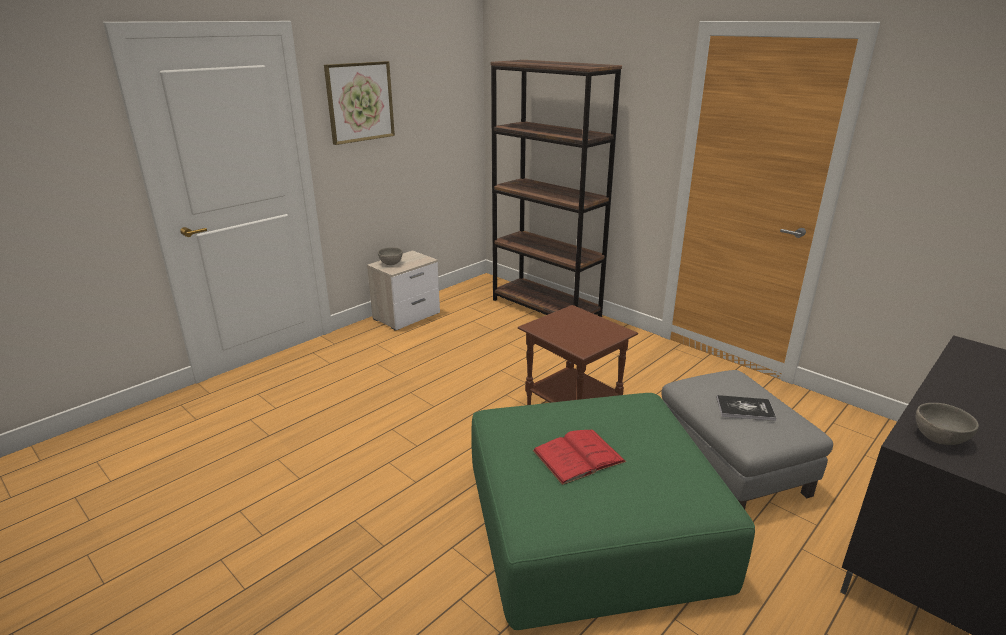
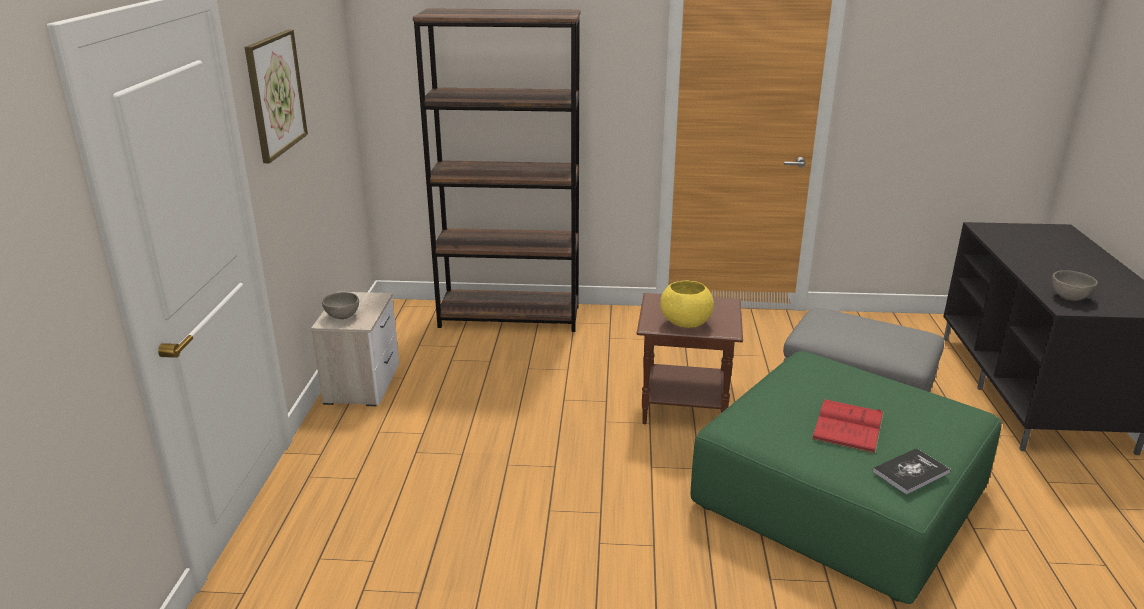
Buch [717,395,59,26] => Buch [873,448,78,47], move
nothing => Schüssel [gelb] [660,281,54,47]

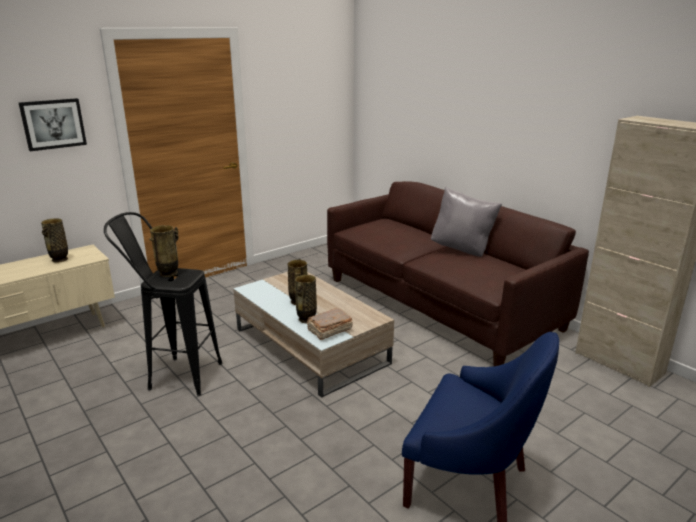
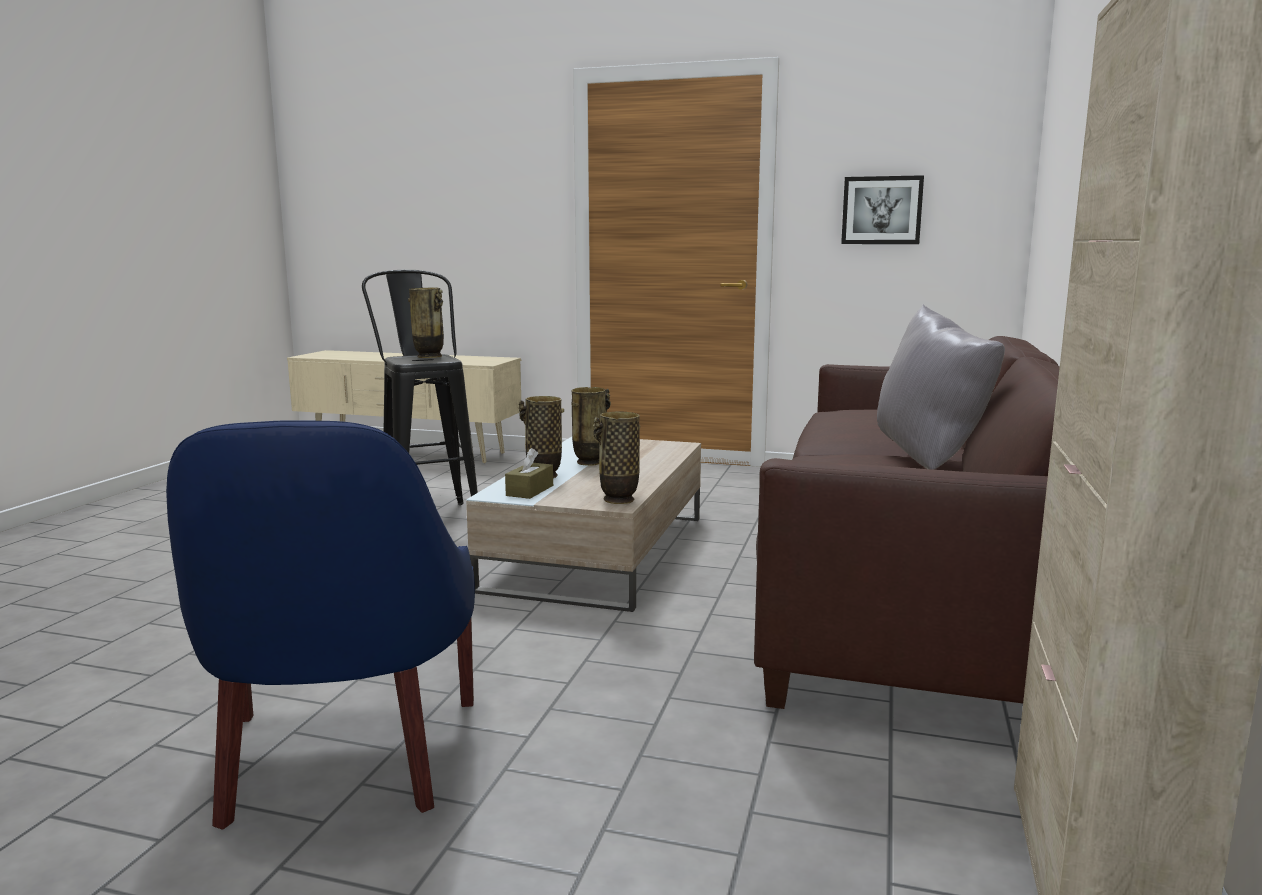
Bild [19,98,68,53] => Bild [841,175,83,69], move
Vase [41,218,27,45] => Vase [593,412,47,92], move
Buch [braun] [307,308,46,32] => Taschentuchbox [braun] [505,448,48,51]

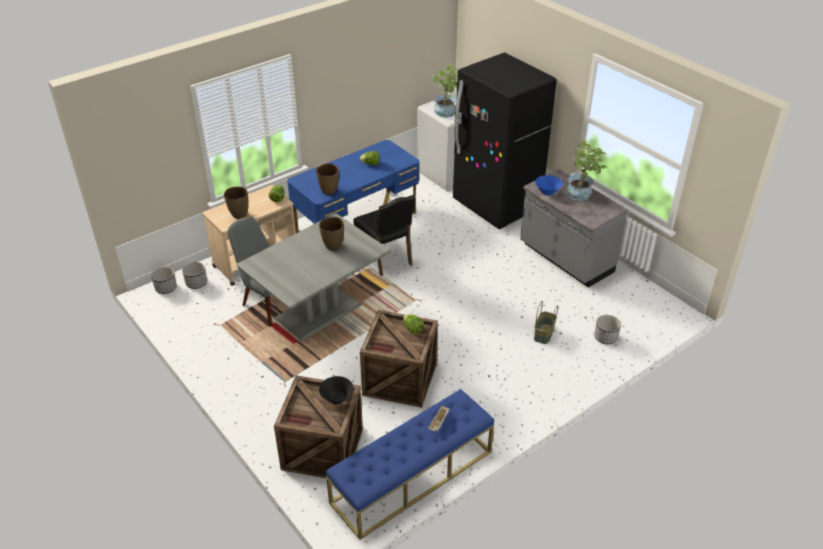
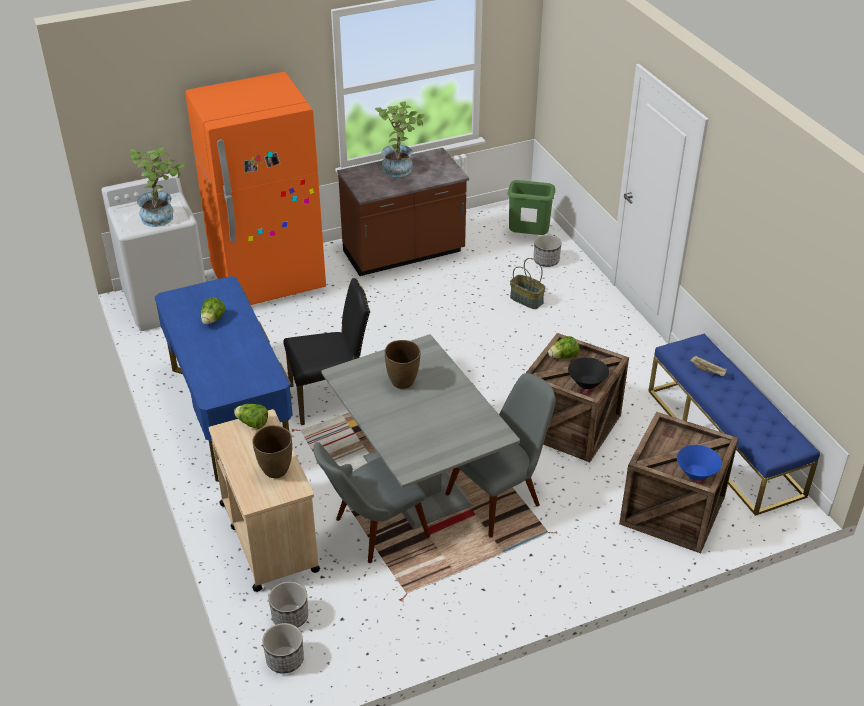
Kühlschrank [schwarz] [453,53,104,176] => Kühlschrank [orange] [185,72,141,233]
Vase [braun] [316,163,23,32] => nothing
Küchenzeile [grau] [520,169,108,119] => Küchenzeile [braun] [337,148,132,128]
Schüssel [blau] [535,175,28,20] => Schüssel [blau] [677,445,45,36], move
Schüssel [schwarz] [319,376,35,28] => Schüssel [schwarz] [568,357,41,32], move
nothing => Mülleimer [grün] [508,180,47,55]
nothing => Stuhl [grau] [445,373,111,165]

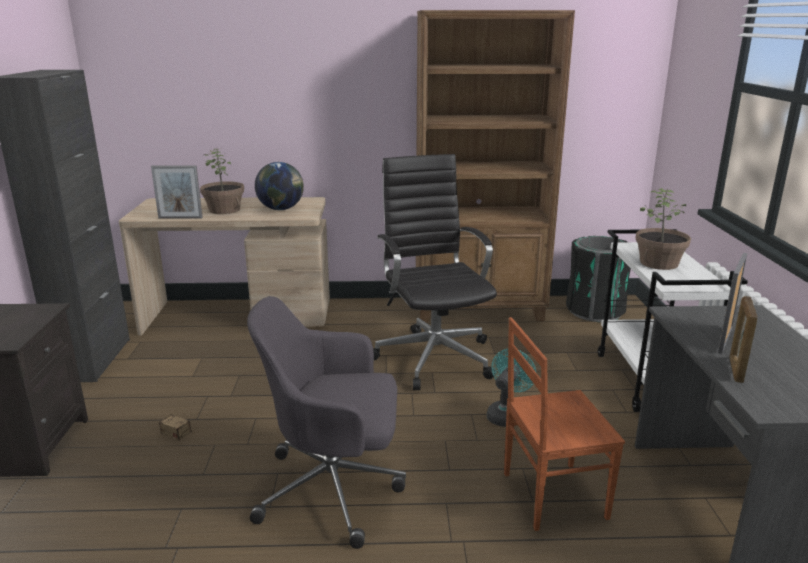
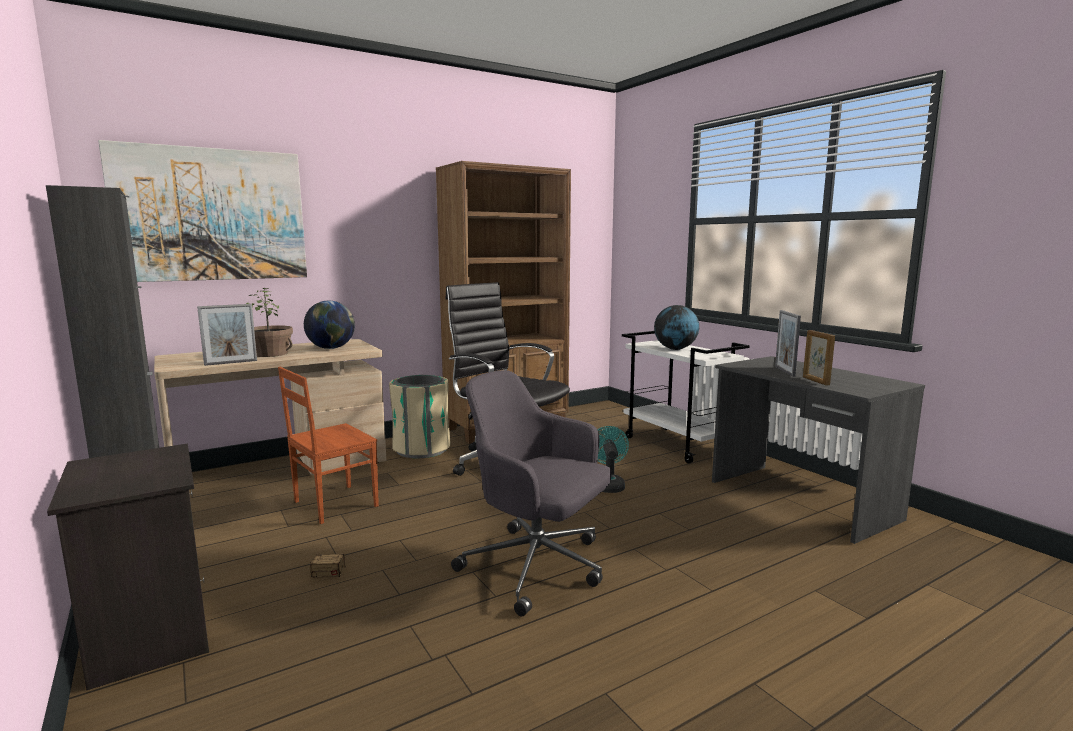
Topfpflanze [635,188,56,82] => Globus [654,305,45,45]
Mülleimer [schwarz] [566,236,65,86] => nothing
Bürostuhl [grau] [247,296,159,253] => Bürostuhl [grau] [451,370,161,247], 60 degrees clockwise
Stuhl [braun] [504,317,121,214] => Stuhl [braun] [278,367,101,157], move
nothing => Bild [98,140,209,142]
nothing => Mülleimer [beige] [389,375,61,83]

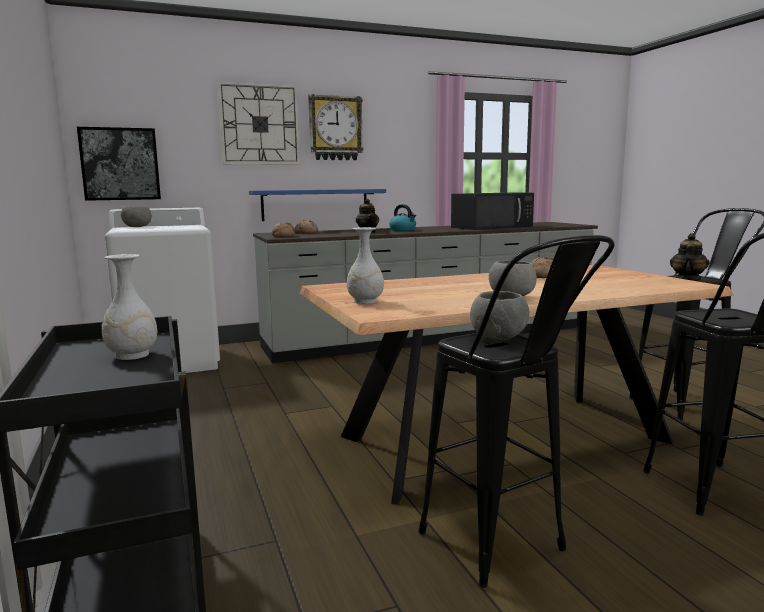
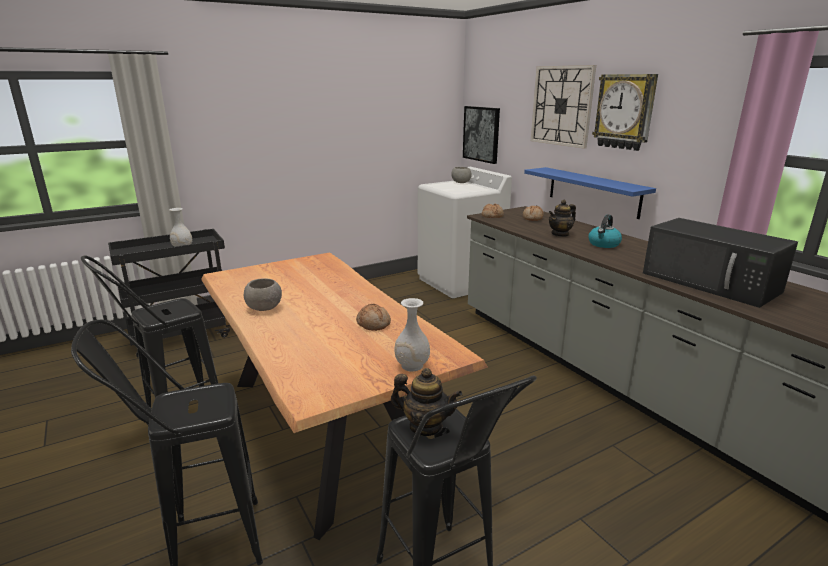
Vase [weiß] [347,227,37,77] => Vase [weiß] [394,298,36,74], move
Schüssel [grau] [470,291,59,49] => nothing

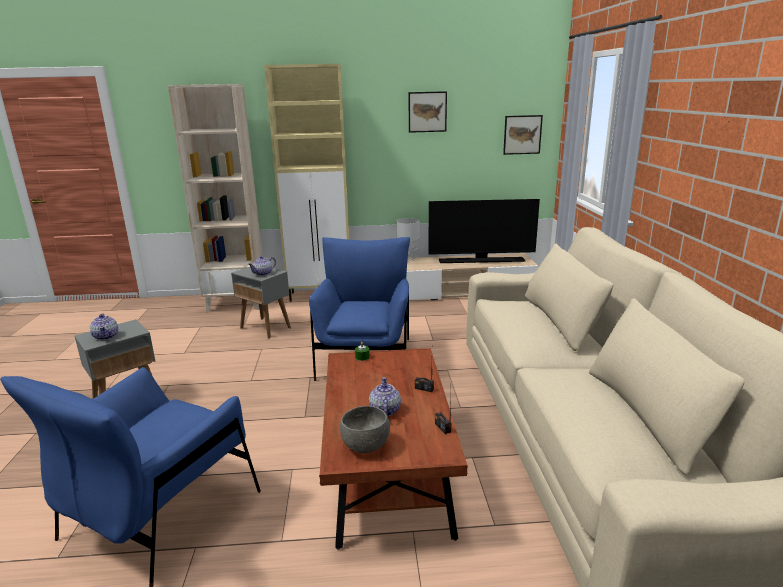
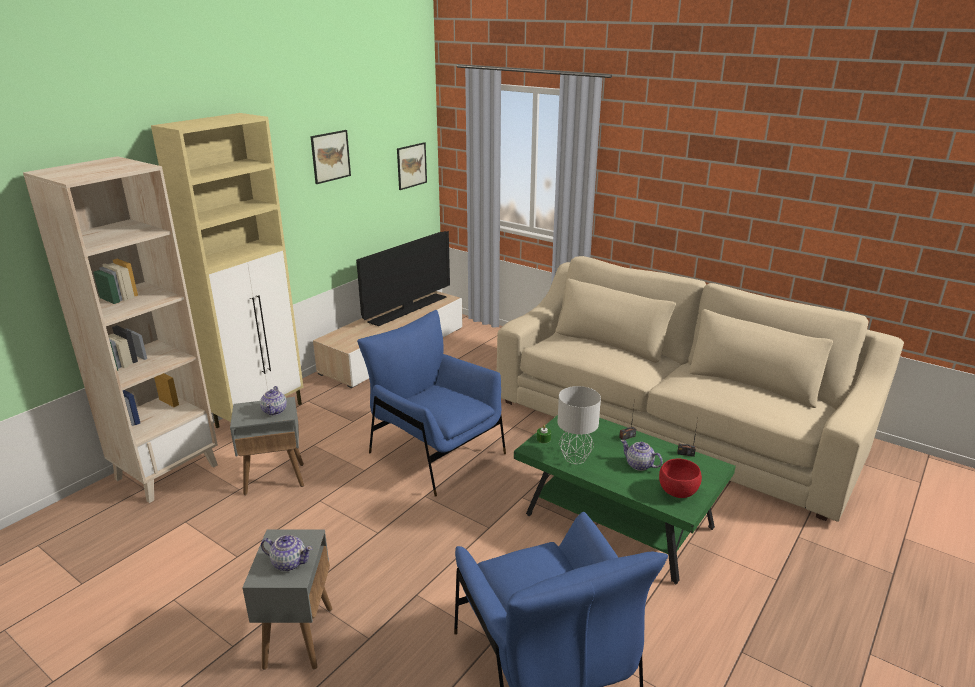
Tischlampe [grau] [397,218,23,44] => Tischlampe [grau] [557,386,44,78], move
Couchtisch [braun] [319,348,149,202] => Couchtisch [grün] [514,415,222,169]
Schüssel [grau] [340,406,50,47] => Schüssel [rot] [659,458,43,40]

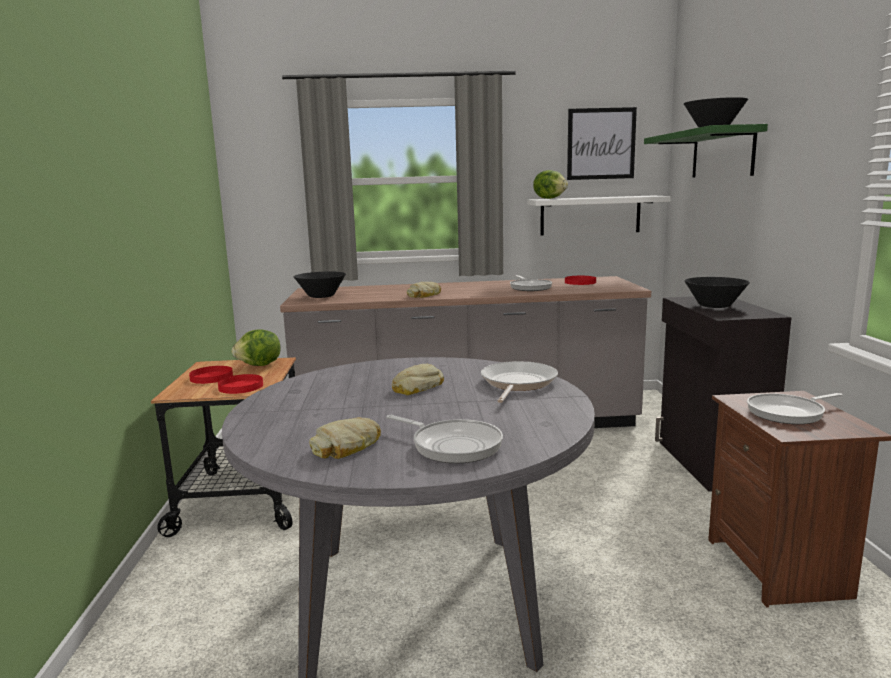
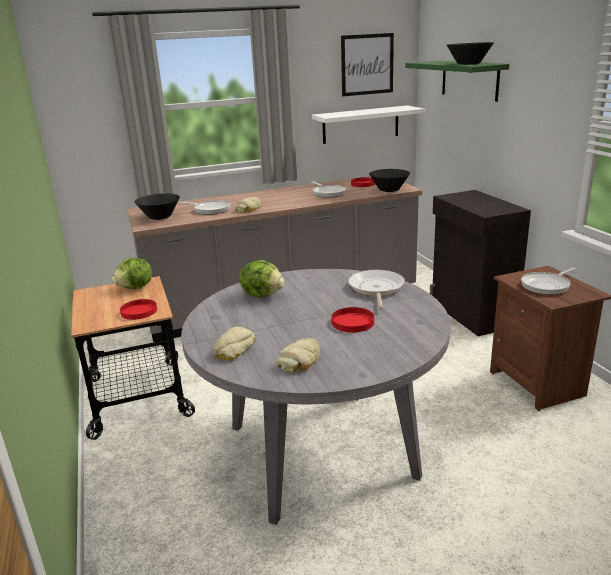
Salatkopf [533,170,35,29] => Salatkopf [239,260,45,37], move
Schüssel [schwarz] [684,277,66,31] => Schüssel [schwarz] [369,169,41,23], move
Brot [392,364,52,31] => Brot [214,327,41,34], move
Teller [rot] [189,366,44,18] => Teller [rot] [331,307,43,26], move
Pfanne [386,415,117,48] => Pfanne [180,200,51,14], move

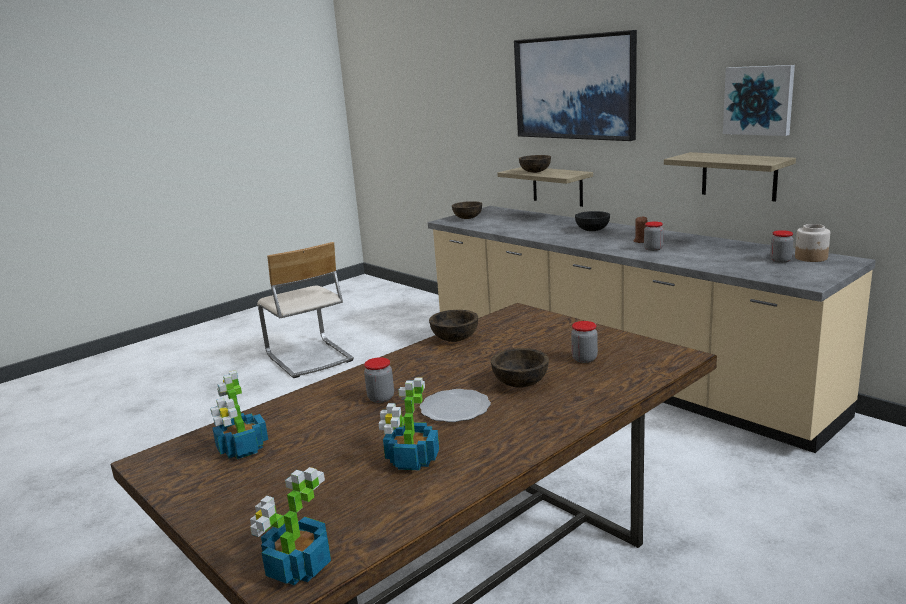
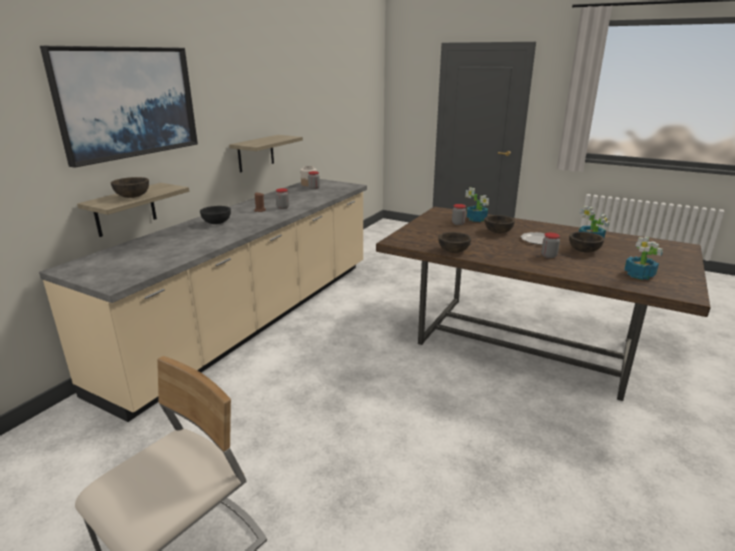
Bild [723,65,72,71] => nothing
Schüssel [braun] [452,201,30,18] => Schüssel [braun] [569,232,36,21], move
Topfpflanze [250,467,81,118] => Topfpflanze [465,187,24,35], move

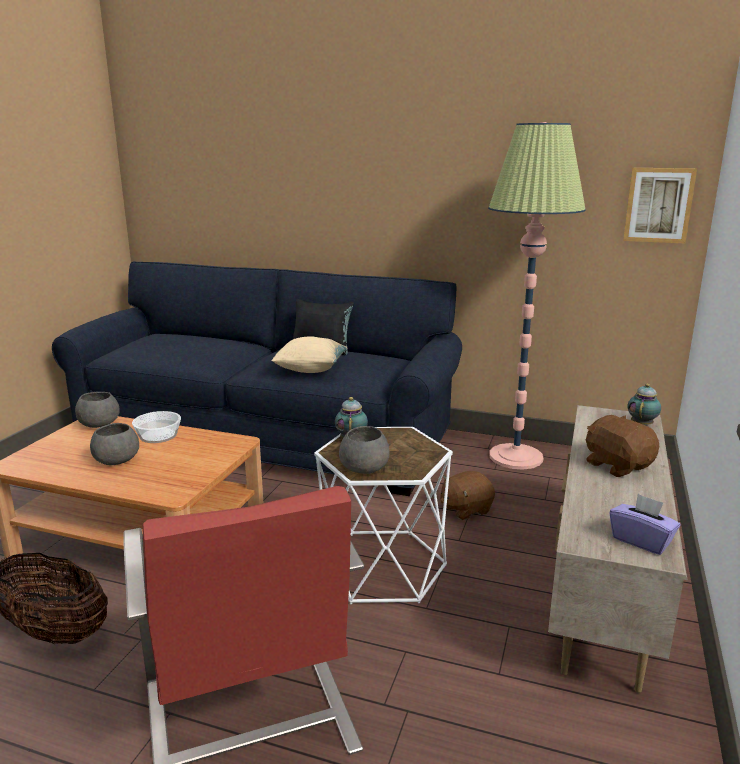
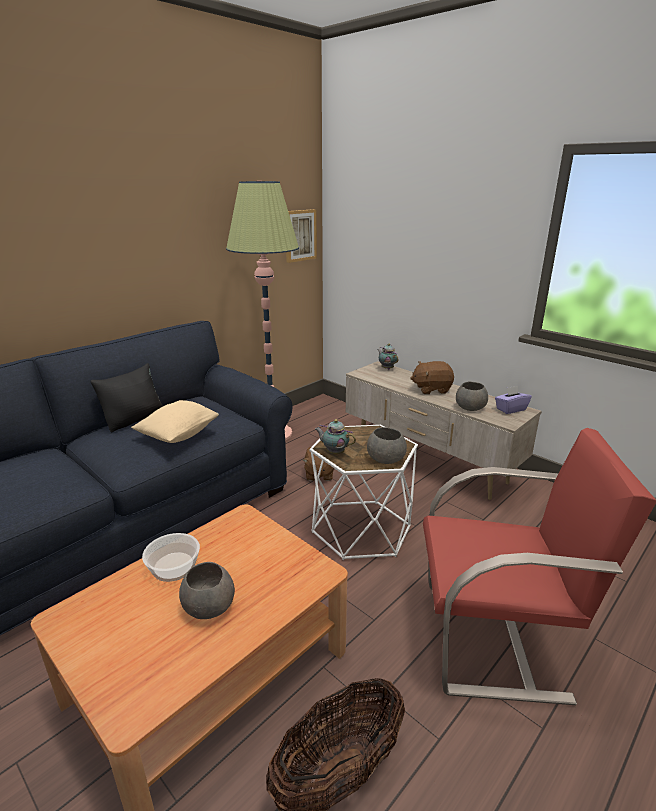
Schüssel [grau] [75,392,45,36] => Schüssel [grau] [456,381,32,30], move

